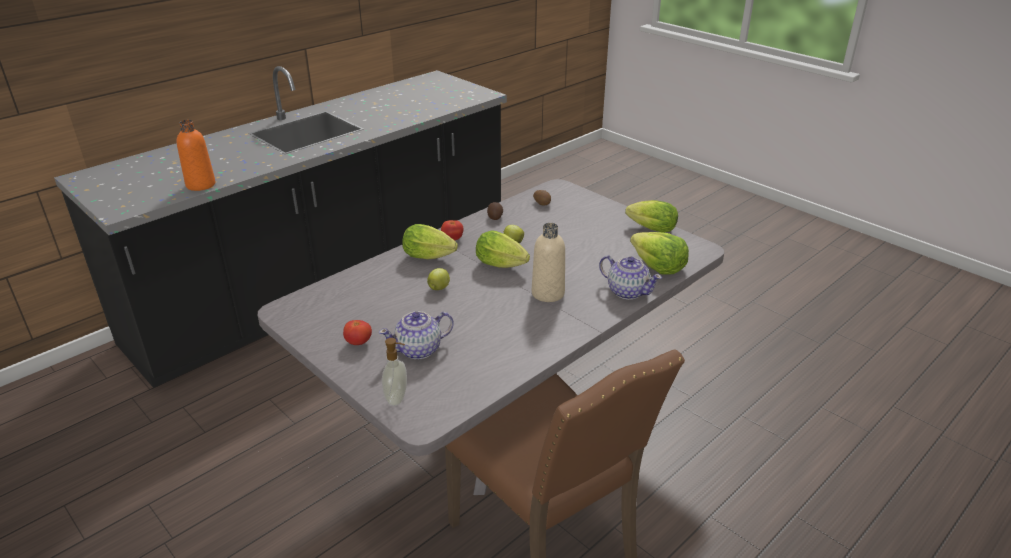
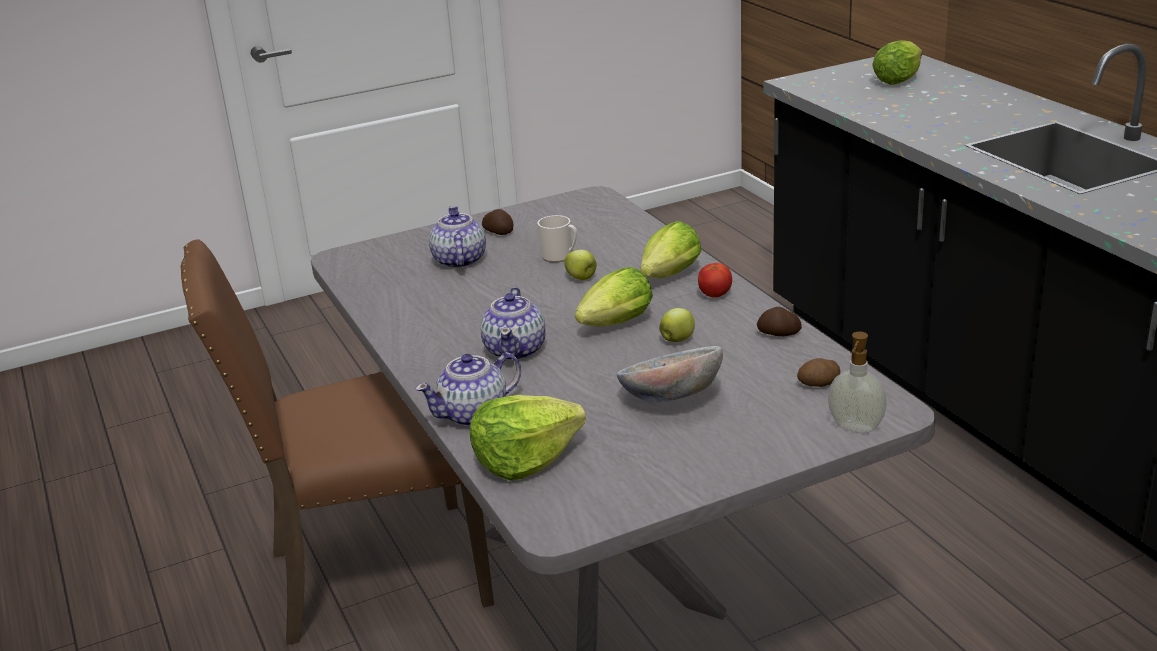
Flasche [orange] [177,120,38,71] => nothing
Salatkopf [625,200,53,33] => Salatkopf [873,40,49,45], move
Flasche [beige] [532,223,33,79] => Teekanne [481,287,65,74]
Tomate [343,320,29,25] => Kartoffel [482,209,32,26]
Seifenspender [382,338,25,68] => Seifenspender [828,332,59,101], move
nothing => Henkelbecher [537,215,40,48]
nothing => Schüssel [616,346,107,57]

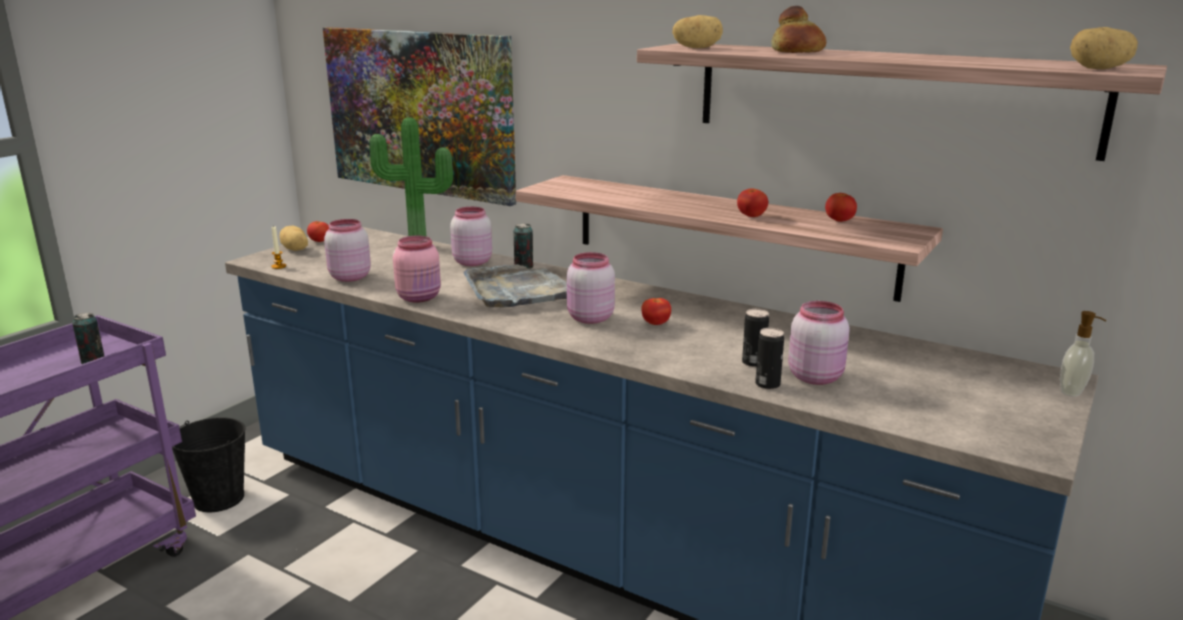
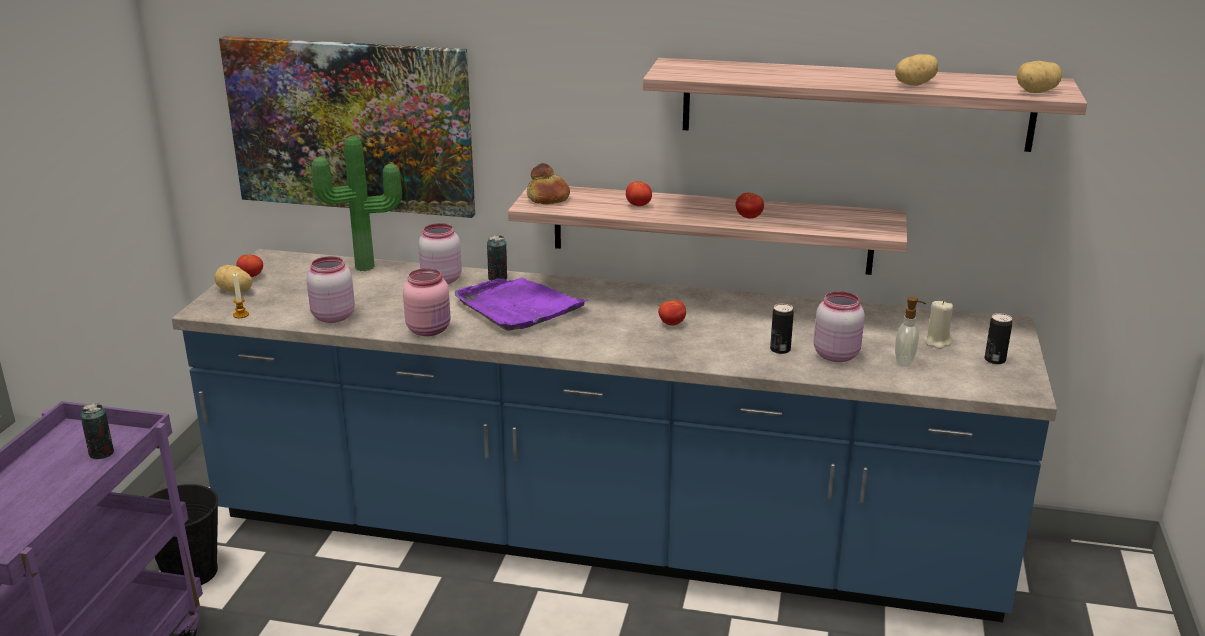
Brot [771,6,55,47] => Brot [527,163,43,41], move
Kartoffel [672,15,51,33] => Kartoffel [895,54,43,32], move
Tomate [825,193,32,29] => Tomate [626,181,26,25], move
Vorratsglas [rosa] [567,252,48,72] => nothing
Tablett [grau] [463,264,104,44] => Tablett [lila] [455,278,135,53]
Seifenspender [1060,311,47,86] => Seifenspender [895,297,31,70], move
Dose [755,328,29,61] => Dose [984,313,28,52], move
nothing => Kerze [beige] [924,300,29,49]

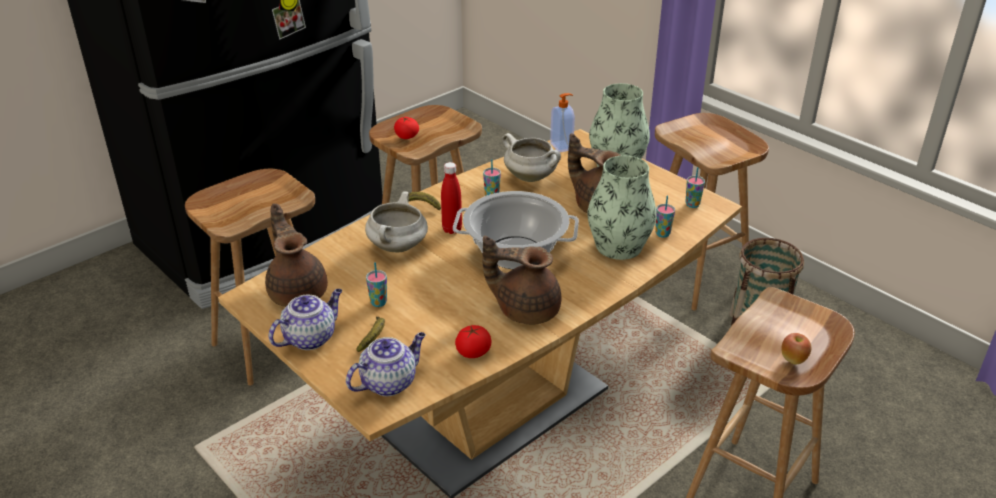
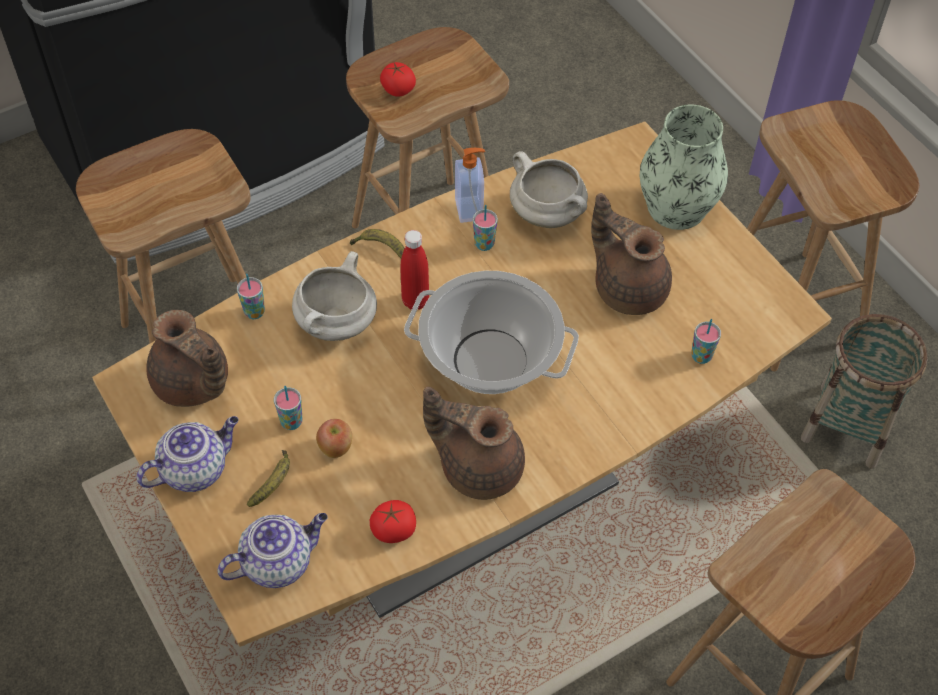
Seifenspender [550,93,25,59] => Seifenspender [455,148,30,75], move
Vase [588,155,69,105] => nothing
Tasse [685,167,20,41] => Tasse [237,274,28,45], move
Teekanne [braun] [265,203,63,104] => Teekanne [braun] [146,310,82,97], 150 degrees clockwise
Apfel [782,333,29,31] => Apfel [316,419,36,39], move

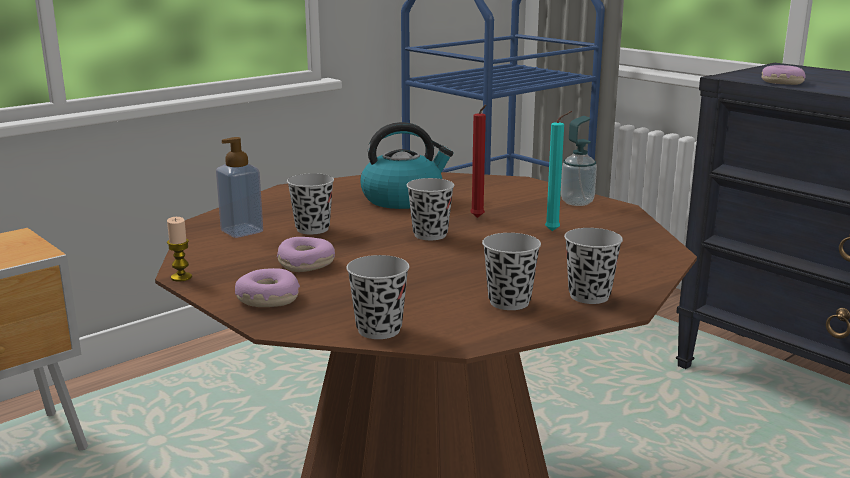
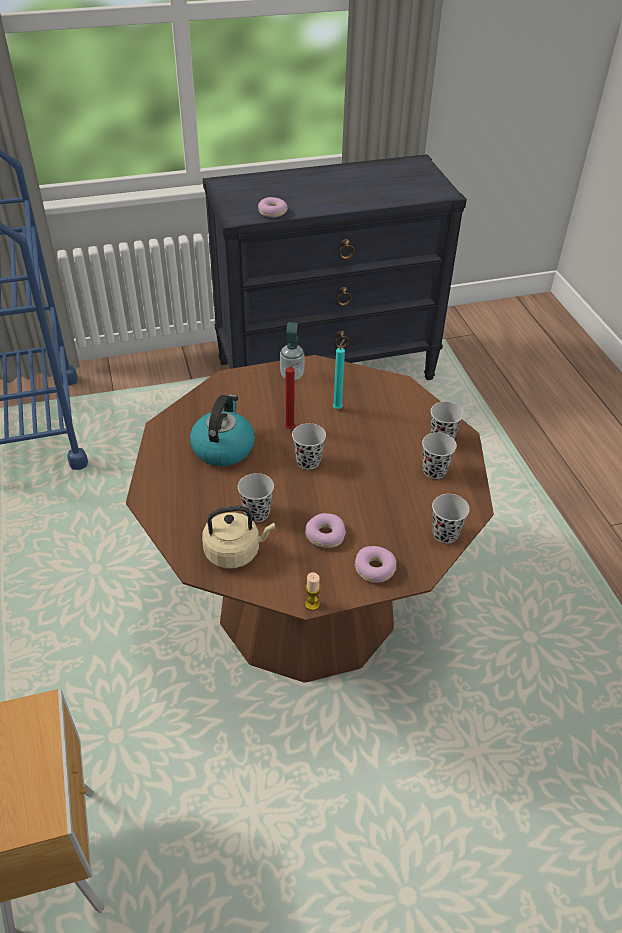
Seifenspender [216,137,47,101] => Wasserkessel [beige] [202,506,73,63]

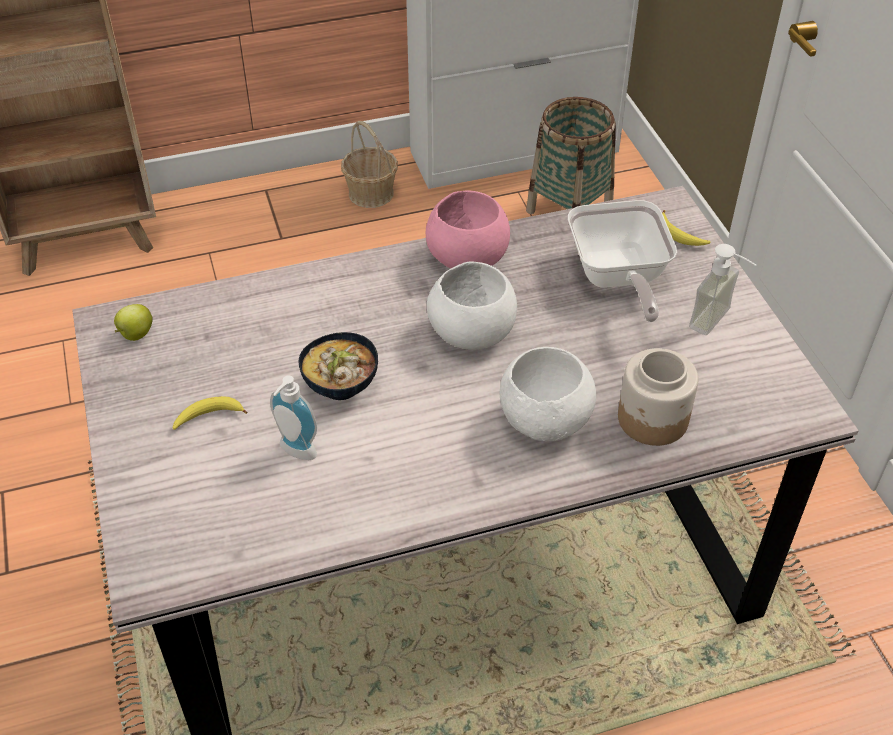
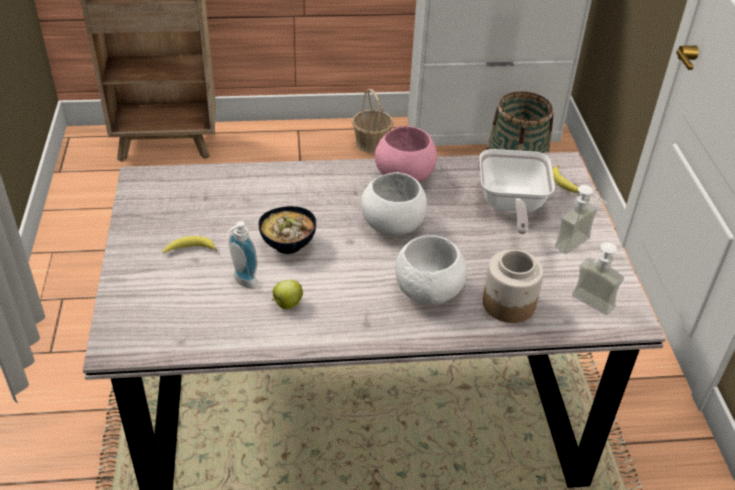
Apfel [114,304,39,37] => Apfel [272,280,31,29], move
nothing => Seifenspender [572,242,52,73]

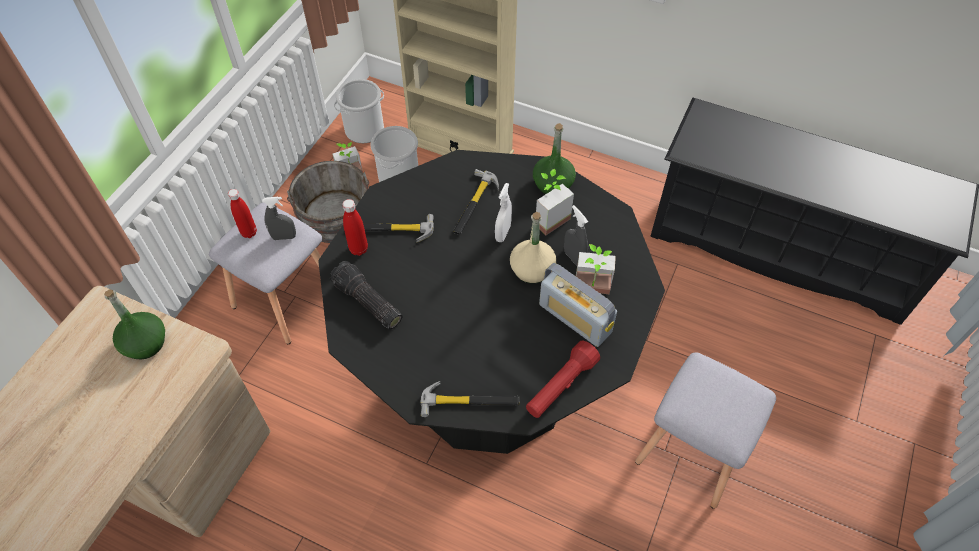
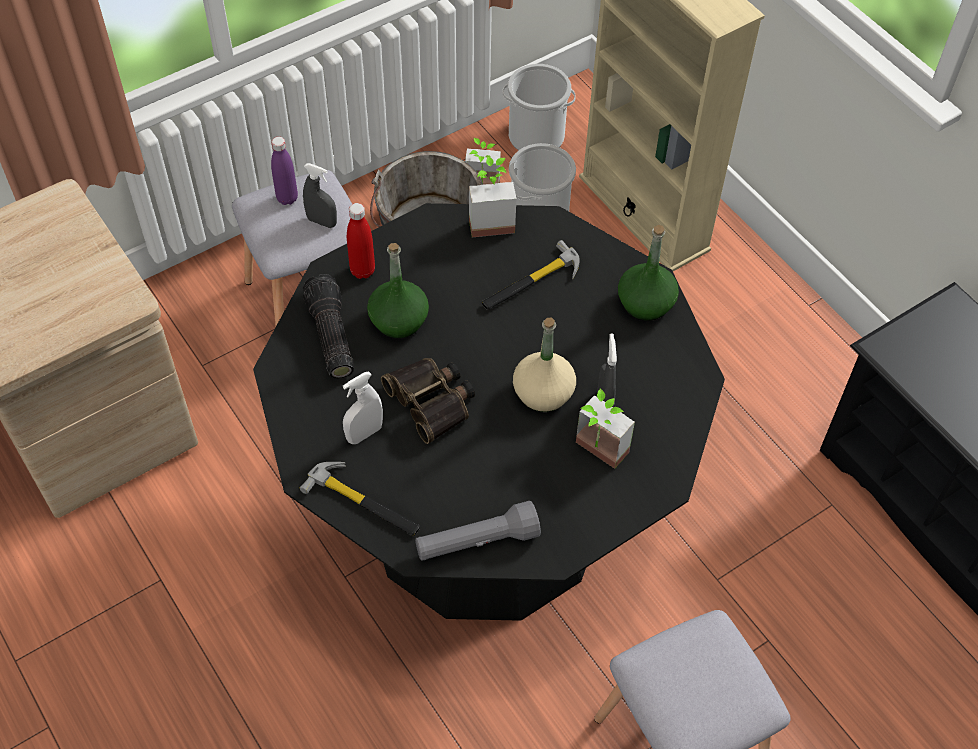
Topfpflanze [536,169,38,66] => Topfpflanze [469,156,47,81], move
Sprühflasche [weiß] [495,183,17,59] => Sprühflasche [weiß] [343,371,40,73], move
Flasche [rot] [228,189,29,49] => Flasche [lila] [271,137,27,68]
Hammer [363,214,71,29] => nothing
Radio [539,263,78,84] => nothing
Flasche [grün] [104,289,61,71] => Flasche [grün] [367,243,62,95], move
Taschenlampe [rot] [526,341,74,77] => Taschenlampe [grau] [415,501,126,60]
nothing => Fernglas [381,358,94,86]

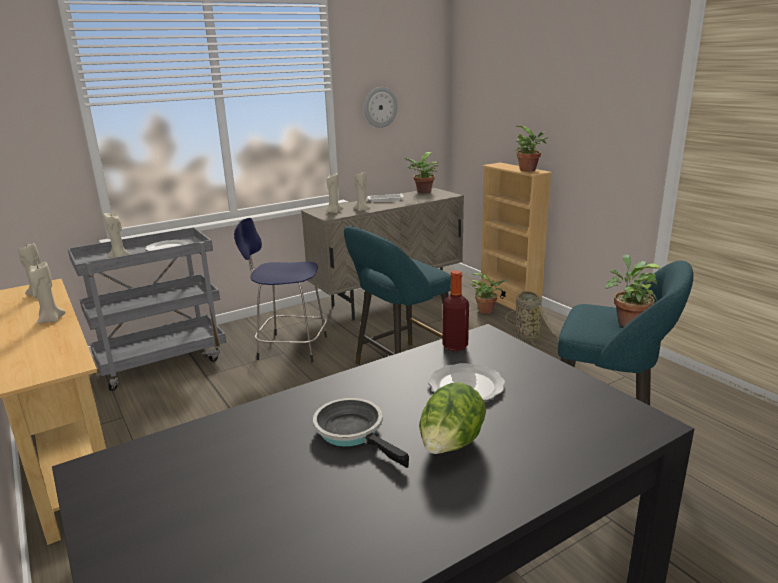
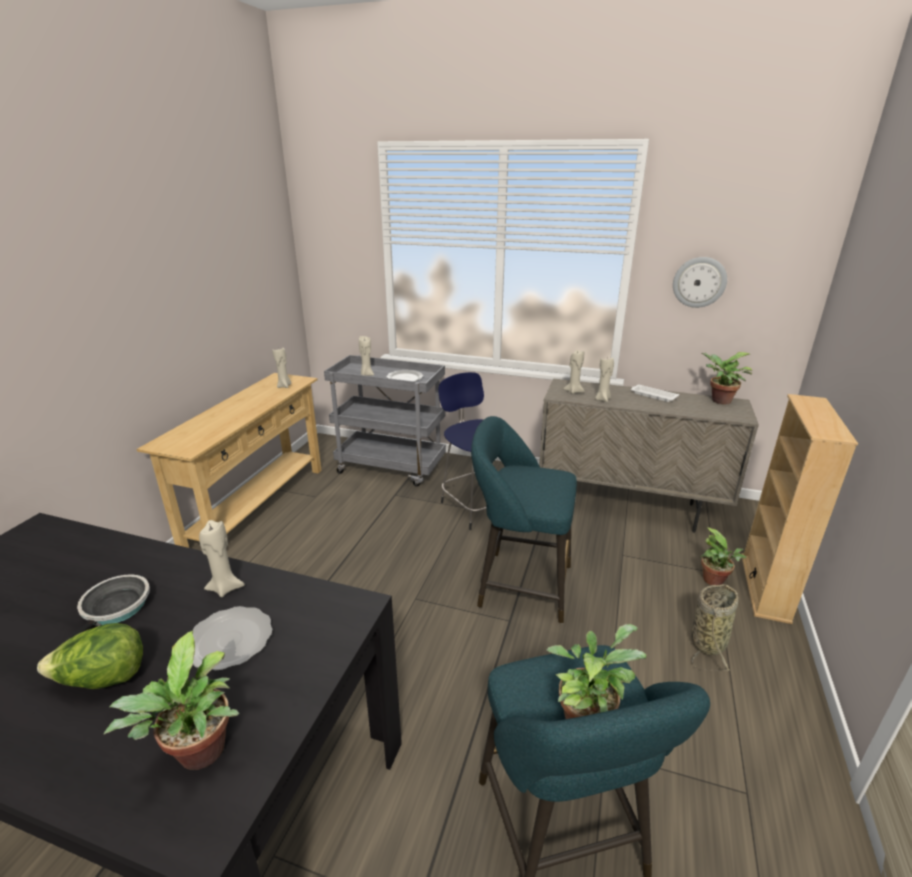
Topfpflanze [515,126,34,46] => Topfpflanze [103,630,136,140], move
Kerze [beige] [29,262,37,62] => Kerze [beige] [199,520,46,77], move
Flasche [442,270,27,81] => nothing

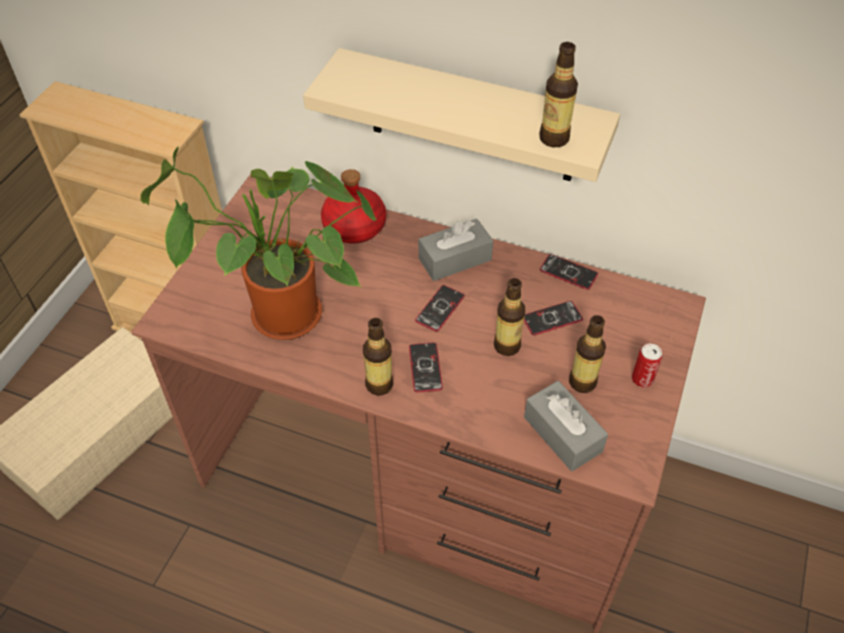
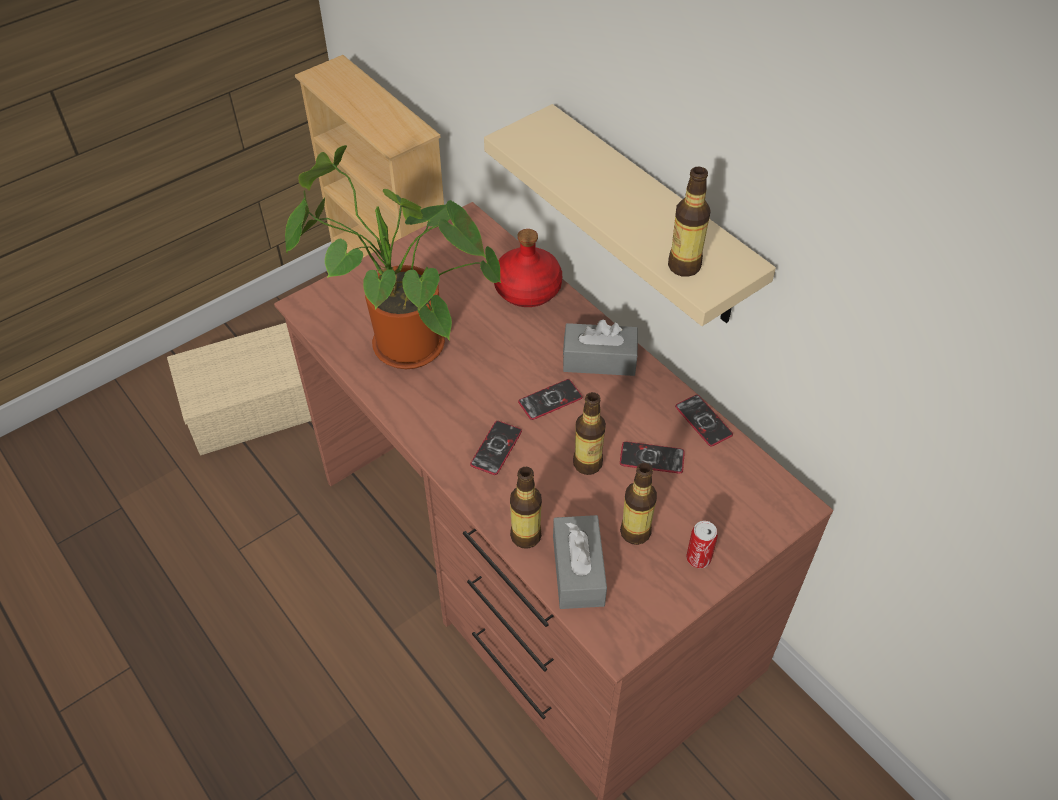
Flasche [363,318,30,78] => Flasche [510,467,32,81], move

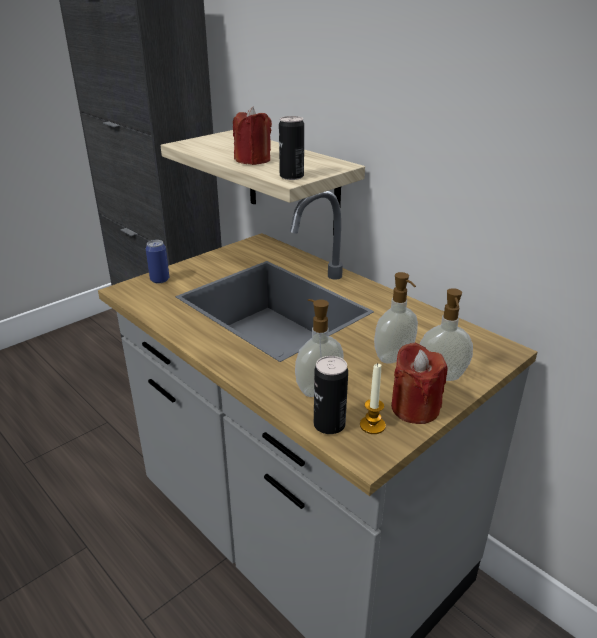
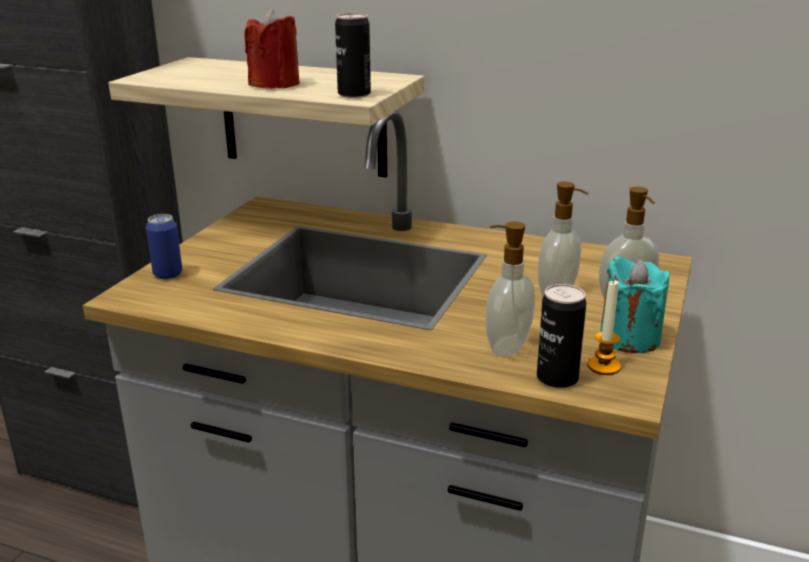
Kerze [rot] [391,343,57,81] => Kerze [türkis] [600,256,70,97]

